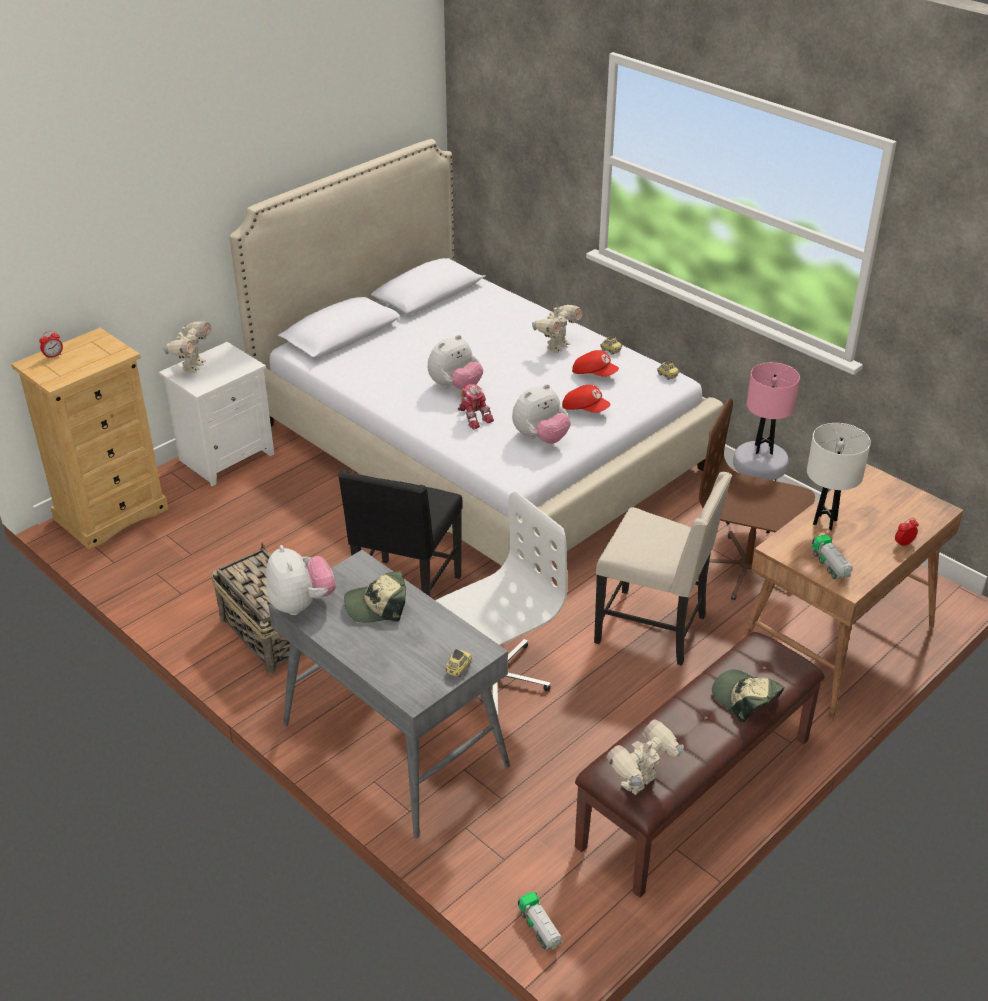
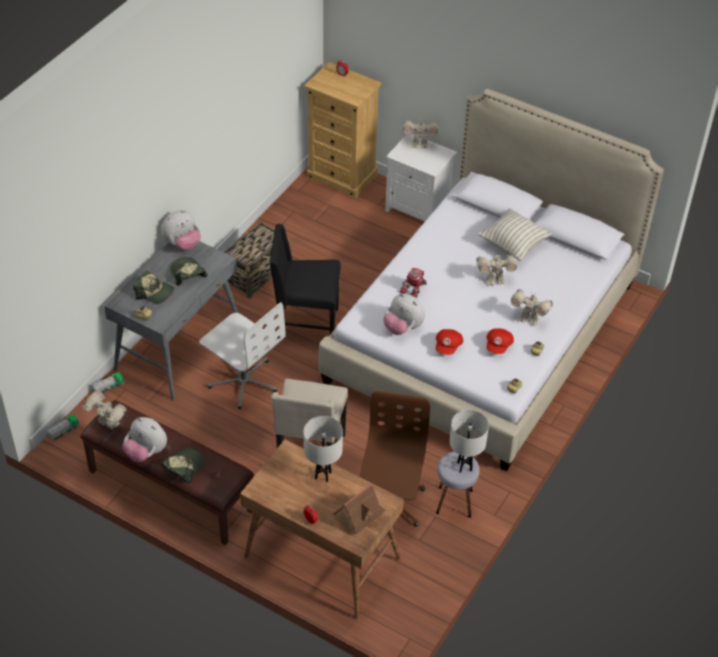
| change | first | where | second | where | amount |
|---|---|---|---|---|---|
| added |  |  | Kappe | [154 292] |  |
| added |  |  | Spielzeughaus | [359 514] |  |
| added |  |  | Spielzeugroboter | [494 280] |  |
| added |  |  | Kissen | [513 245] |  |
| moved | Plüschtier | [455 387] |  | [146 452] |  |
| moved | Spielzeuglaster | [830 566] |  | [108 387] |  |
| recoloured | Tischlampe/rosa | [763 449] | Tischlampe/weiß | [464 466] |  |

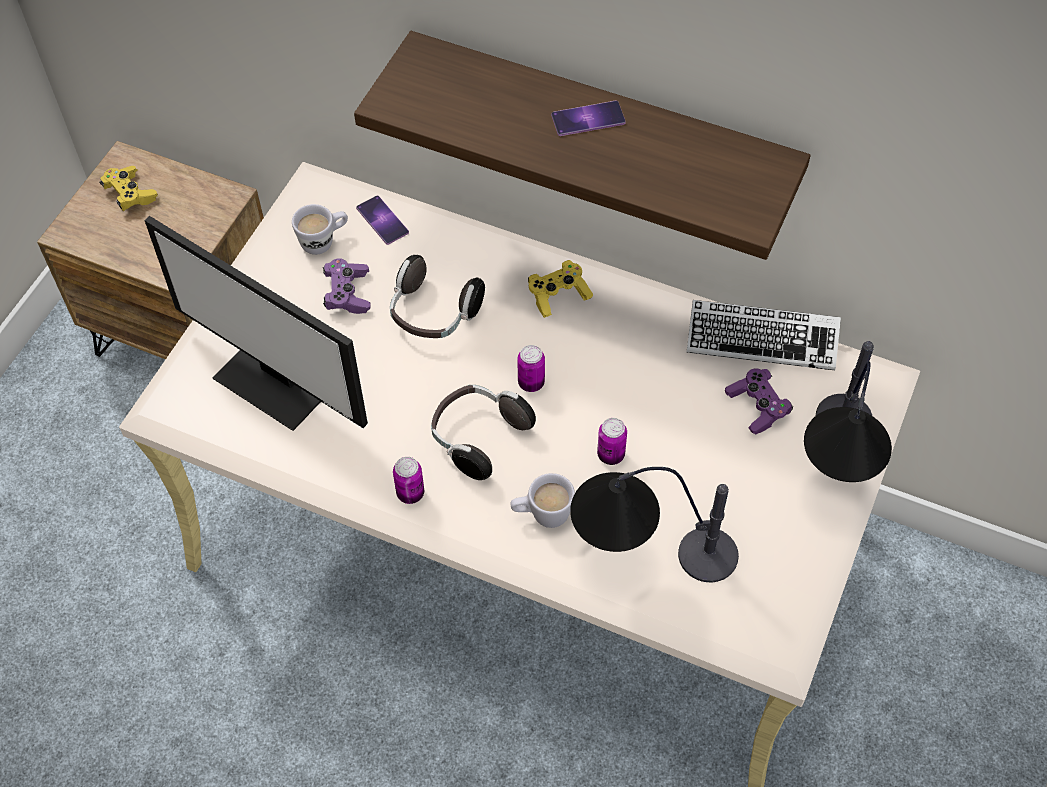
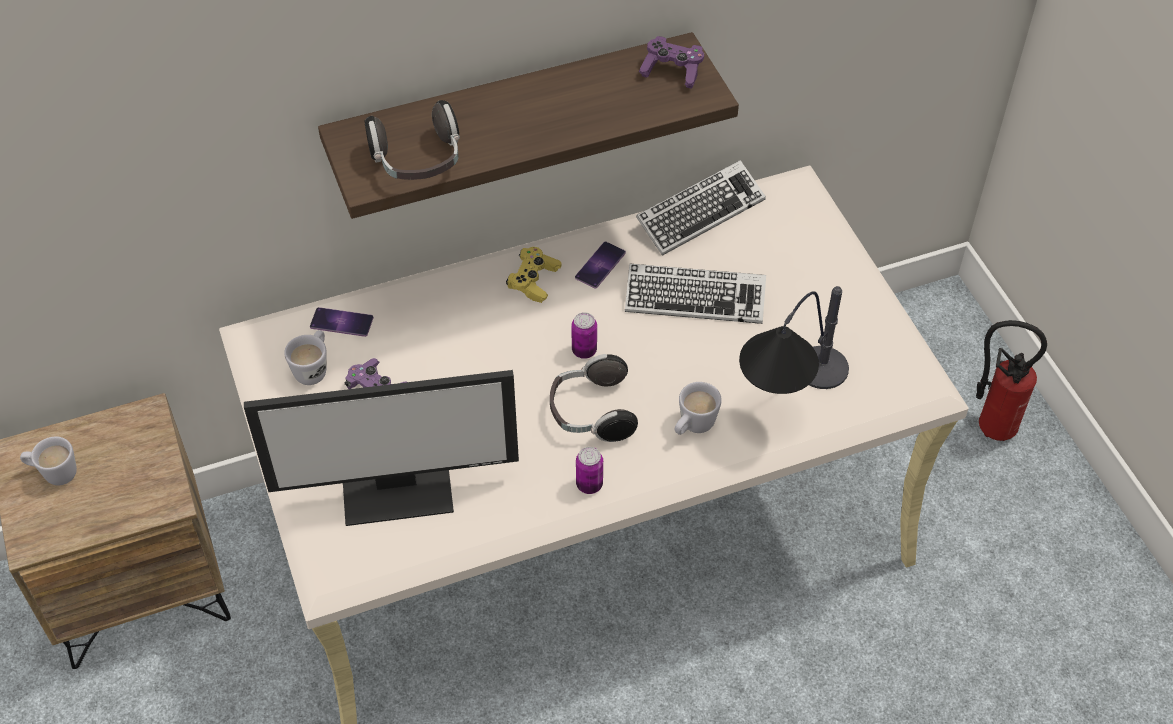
| change | first | where | second | where | amount |
|---|---|---|---|---|---|
| removed | Dose | [611 455] |  |  |  |
| removed | Tischlampe | [835 467] |  |  |  |
| added |  |  | Tastatur | [695 299] |  |
| added |  |  | Feuerlöscher | [989 426] |  |
| moved | Kopfhörer | [433 314] |  | [418 162] |  |
| moved | Handy | [588 119] |  | [600 265] |  |
| moved | Gamepad/lila | [757 407] |  | [672 71] |  |
| replaced | Gamepad/gelb | [130 194] | Henkelbecher/weiß | [54 473] |  |

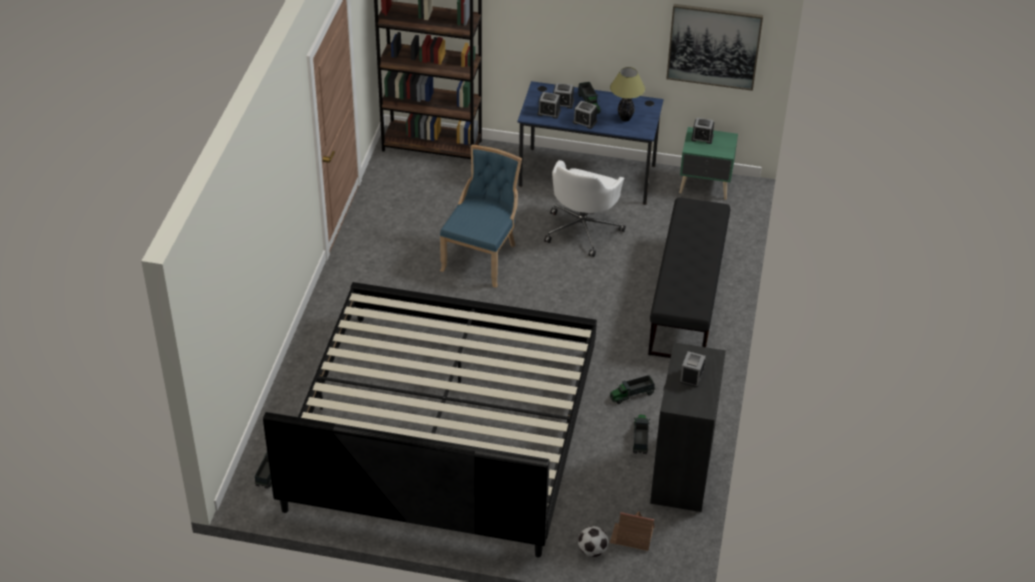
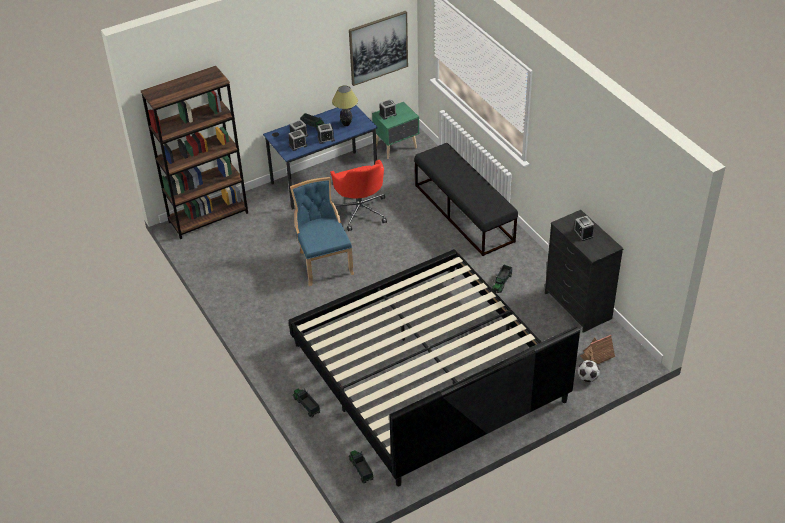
| change | first | where | second | where | amount |
|---|---|---|---|---|---|
| moved | Spielzeuglaster | [640 438] |  | [306 405] |  |
| recoloured | Bürostuhl/weiß | [583 229] | Bürostuhl/rot | [360 211] |  |

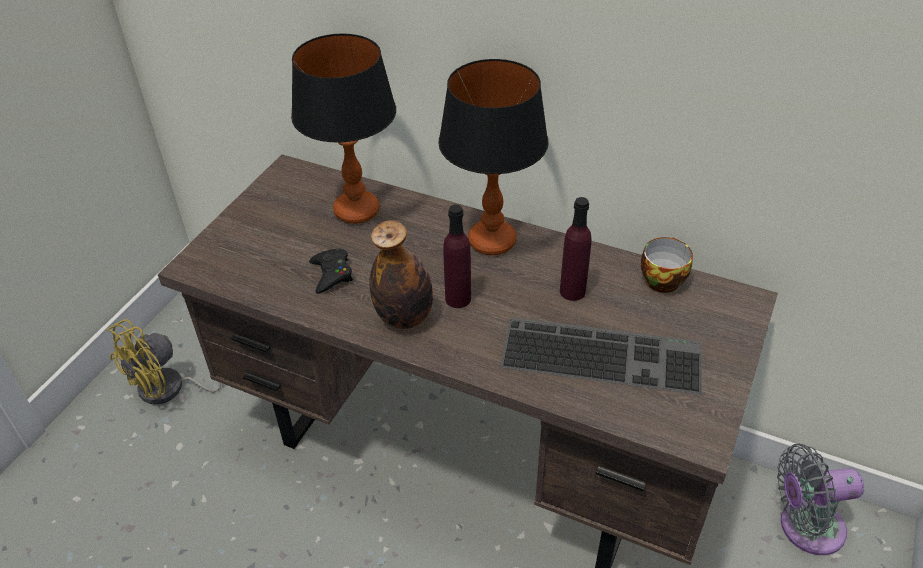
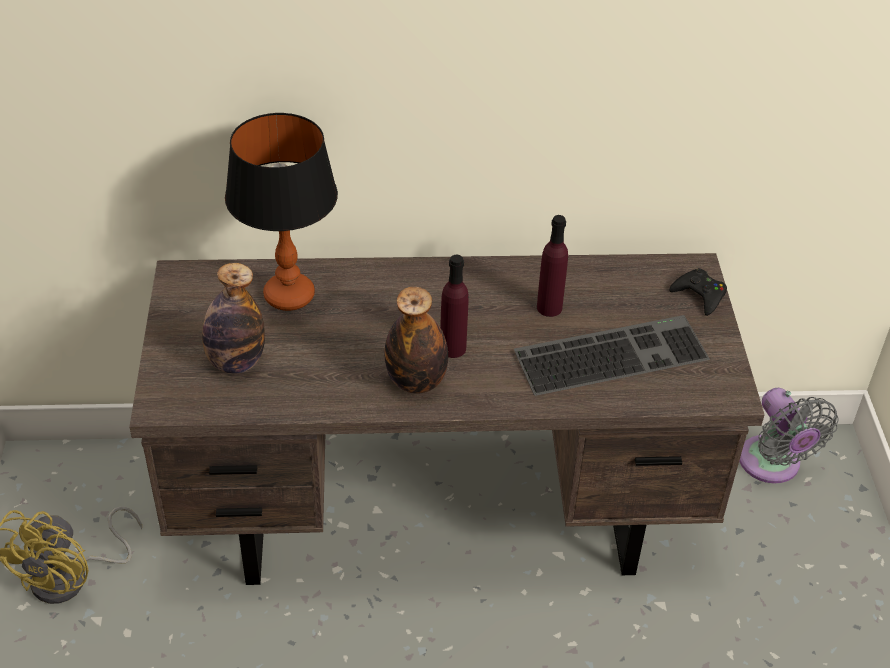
| change | first | where | second | where | amount |
|---|---|---|---|---|---|
| removed | Tischlampe | [492 241] |  |  |  |
| removed | Tasse | [661 279] |  |  |  |
| added |  |  | Flasche | [236 362] |  |
| moved | Gamepad/schwarz | [331 274] |  | [699 295] |  |
| turned | Ventilator/grau | [805 527] |  | [772 465] | 75 degrees counterclockwise |

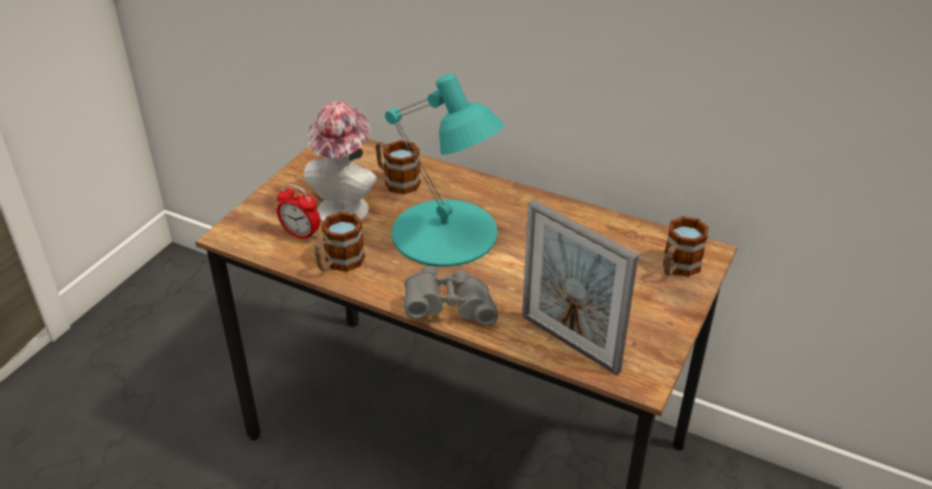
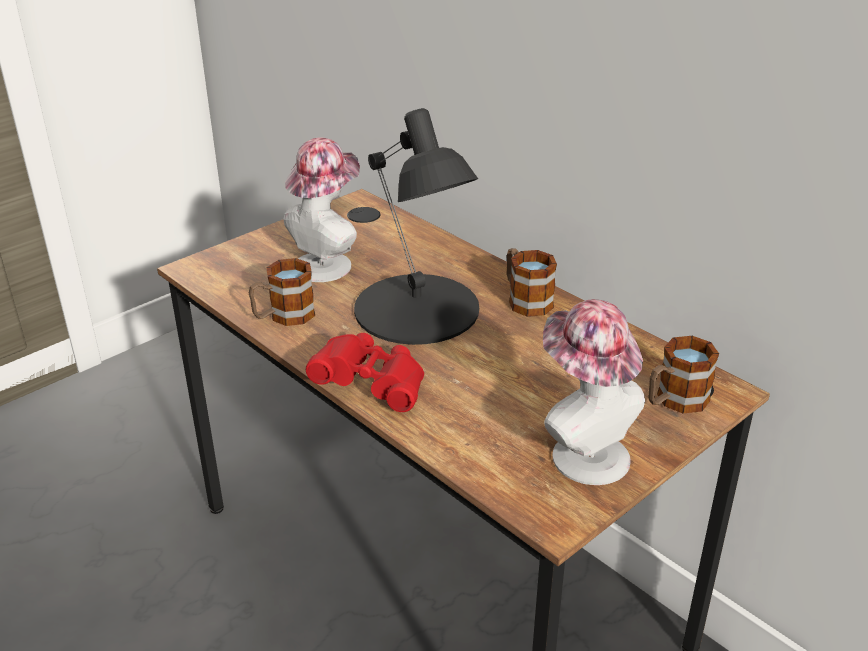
| change | first | where | second | where | amount |
|---|---|---|---|---|---|
| removed | Wecker | [301 234] |  |  |  |
| removed | Bilderrahmen | [569 343] |  |  |  |
| added |  |  | Hut | [582 452] |  |
| moved | Henkelbecher | [397 180] |  | [525 299] |  |
| recoloured | Tischlampe/türkis | [445 234] | Tischlampe/schwarz | [417 310] |  |
| recoloured | Fernglas/grau | [449 309] | Fernglas/rot | [372 386] |  |

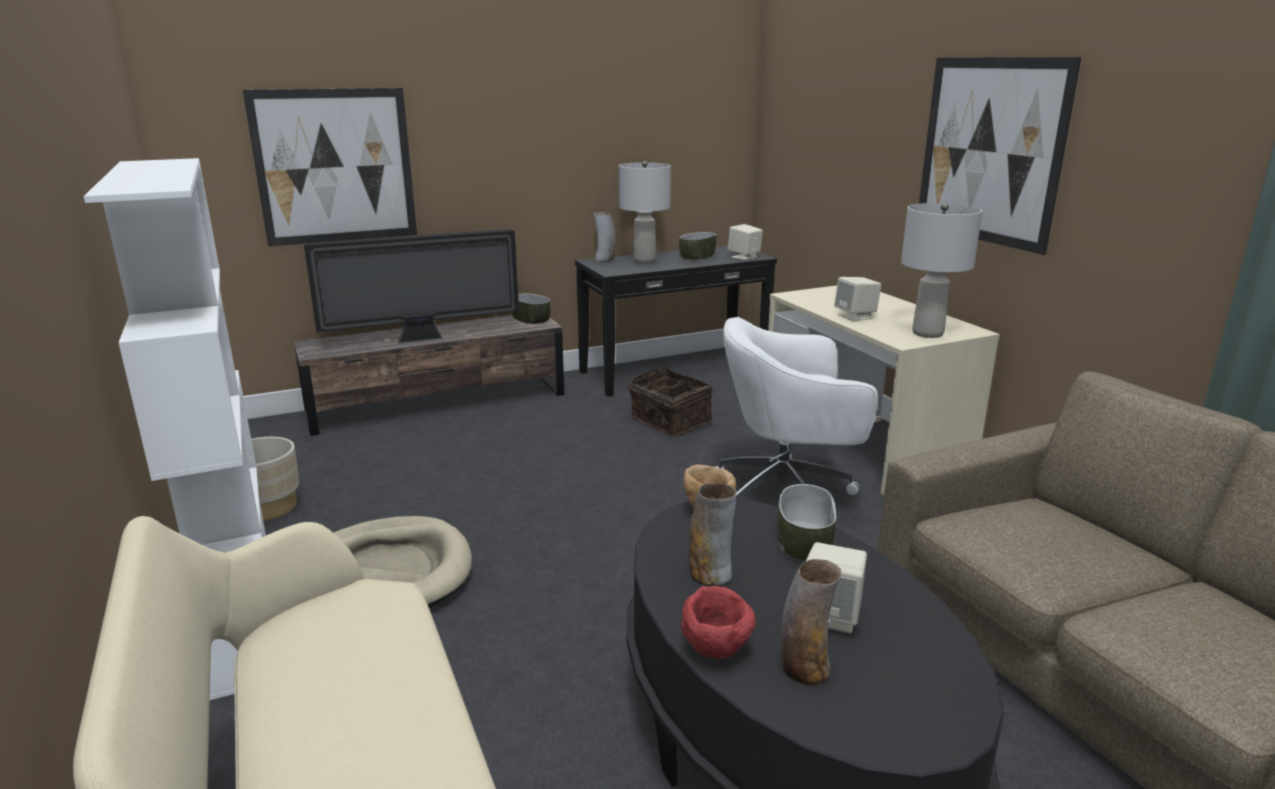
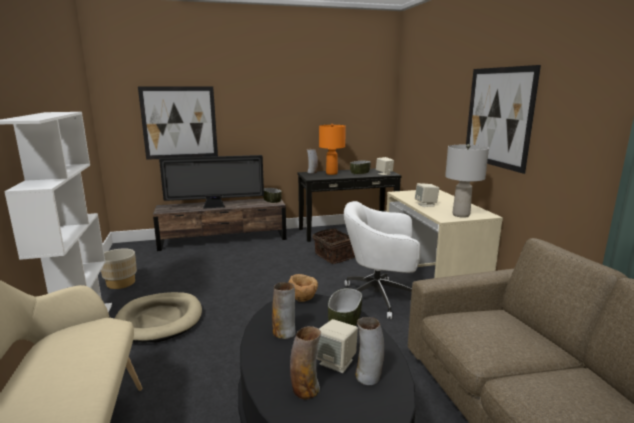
| change | first | where | second | where | amount |
|---|---|---|---|---|---|
| removed | Schüssel/rot | [716 650] |  |  |  |
| added |  |  | Vase | [368 376] |  |
| recoloured | Tischlampe/grau | [644 260] | Tischlampe/orange | [331 173] |  |

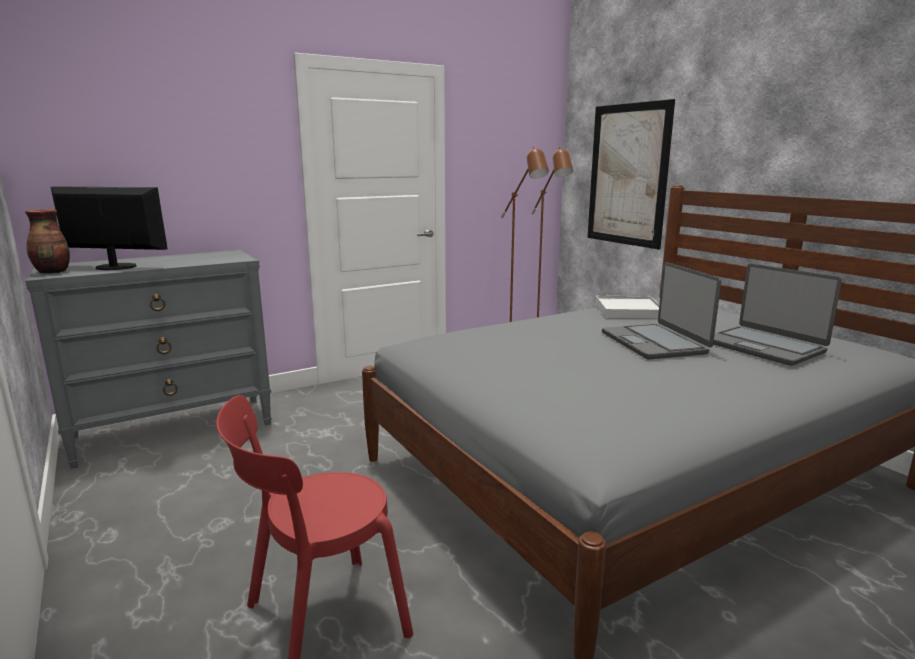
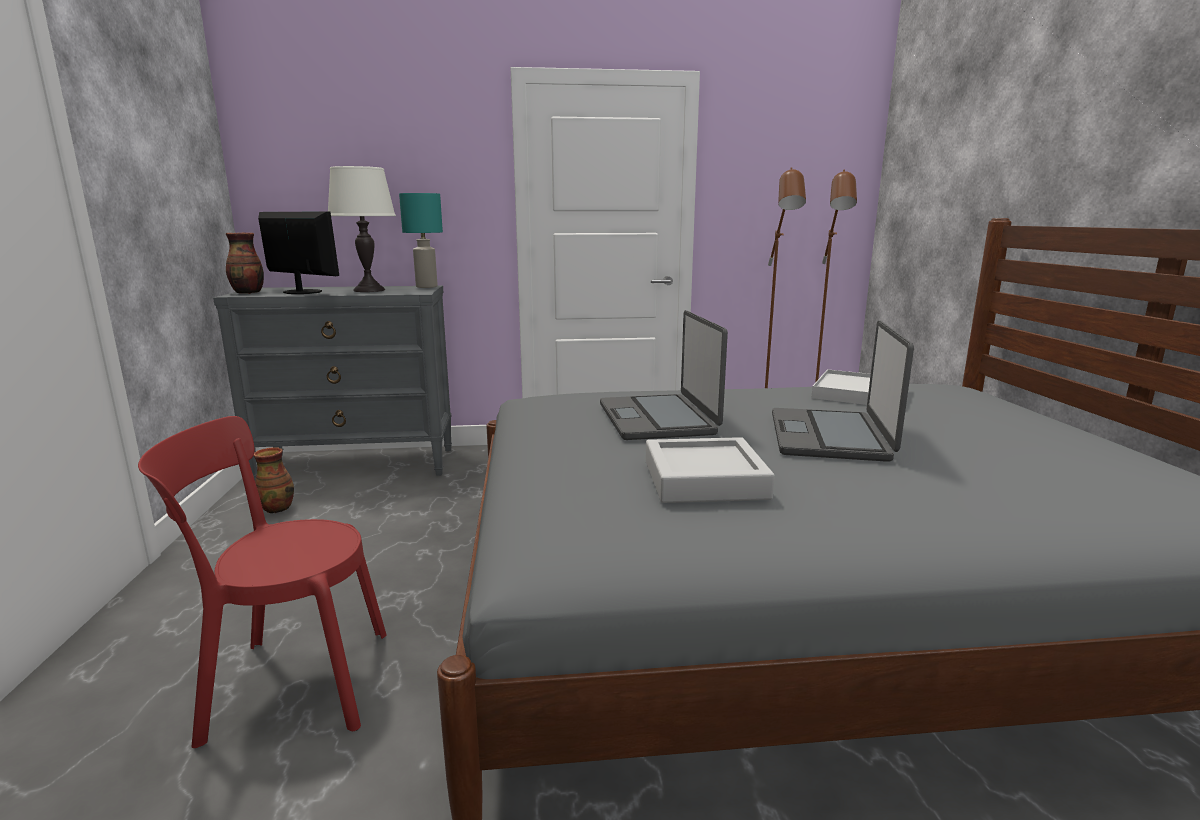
| change | first | where | second | where | amount |
|---|---|---|---|---|---|
| removed | Bild | [627 175] |  |  |  |
| added |  |  | Vase | [277 508] |  |
| added |  |  | Tischlampe/weiß | [369 290] |  |
| added |  |  | Tischlampe/türkis | [426 287] |  |
| added |  |  | Tablett/grau | [704 480] |  |
| moved | Laptop | [764 346] |  | [658 419] |  |

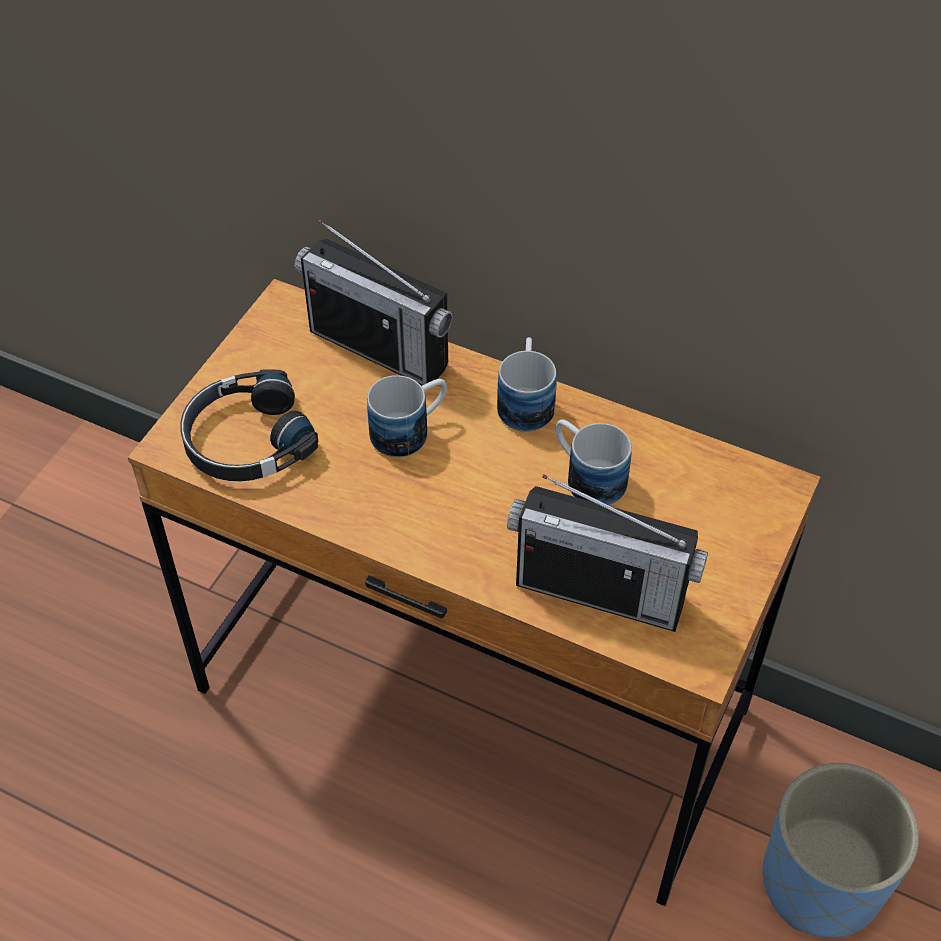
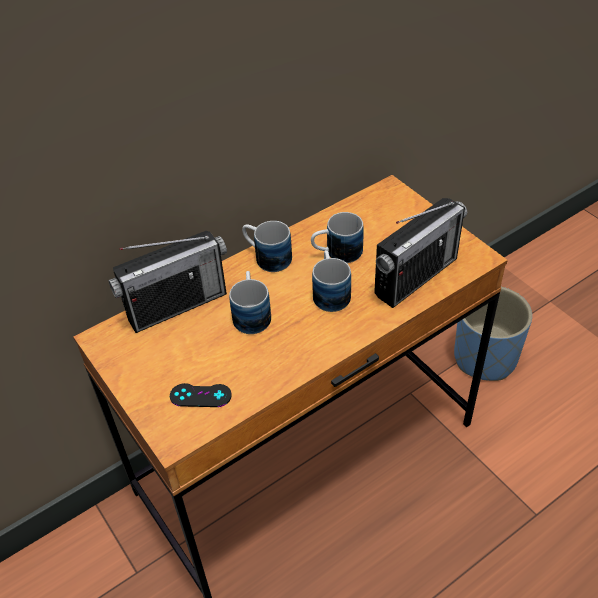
| change | first | where | second | where | amount |
|---|---|---|---|---|---|
| added |  |  | Henkelbecher | [330 292] |  |
| replaced | Kopfhörer/schwarz | [246 440] | Gamepad/schwarz | [200 395] |  |

